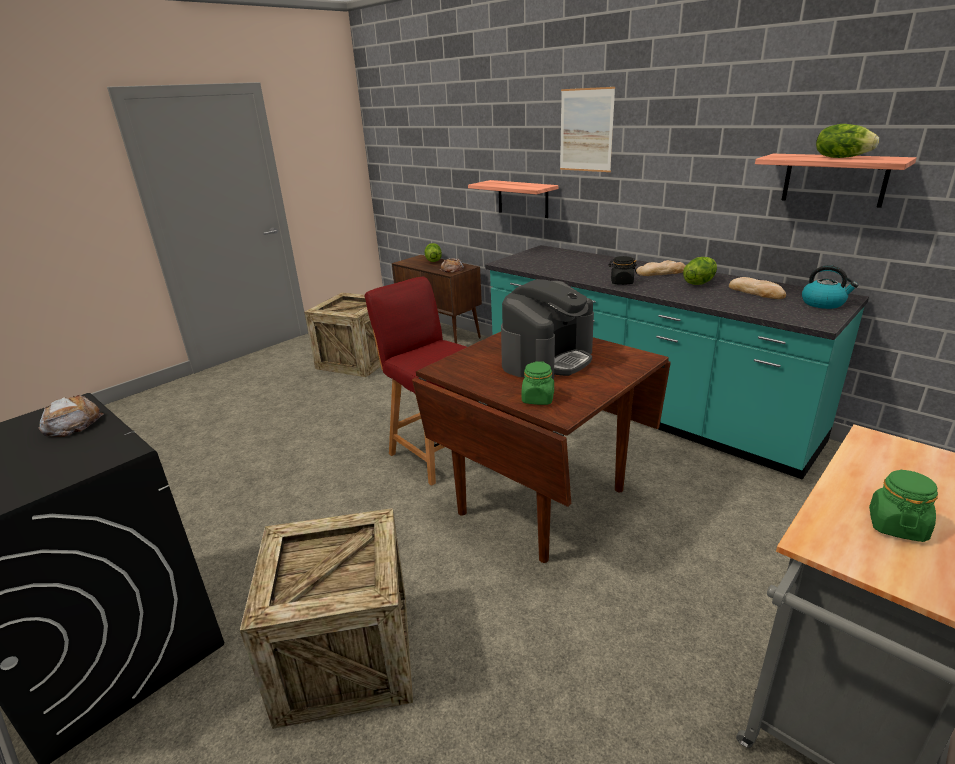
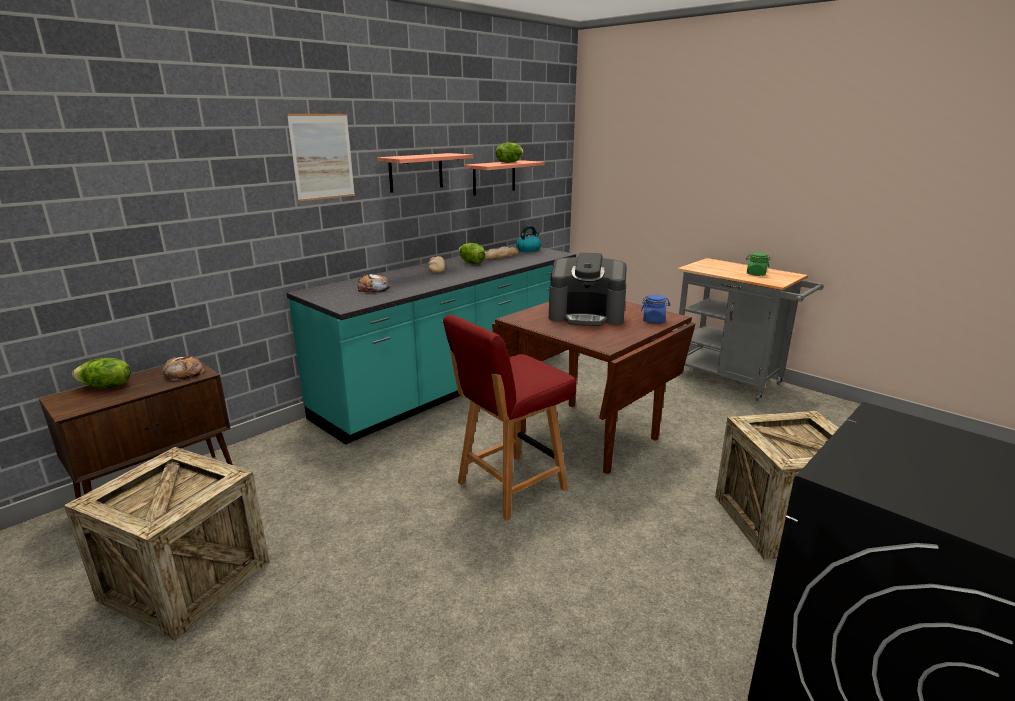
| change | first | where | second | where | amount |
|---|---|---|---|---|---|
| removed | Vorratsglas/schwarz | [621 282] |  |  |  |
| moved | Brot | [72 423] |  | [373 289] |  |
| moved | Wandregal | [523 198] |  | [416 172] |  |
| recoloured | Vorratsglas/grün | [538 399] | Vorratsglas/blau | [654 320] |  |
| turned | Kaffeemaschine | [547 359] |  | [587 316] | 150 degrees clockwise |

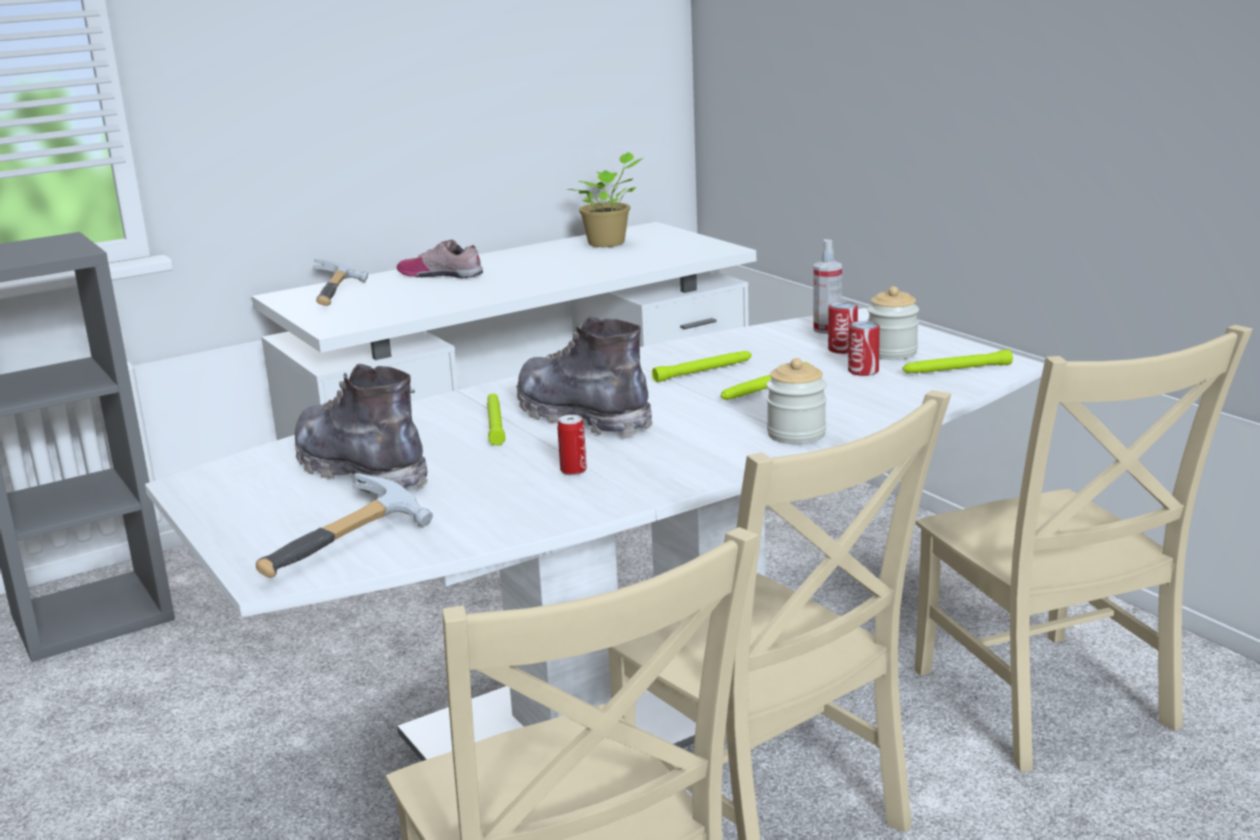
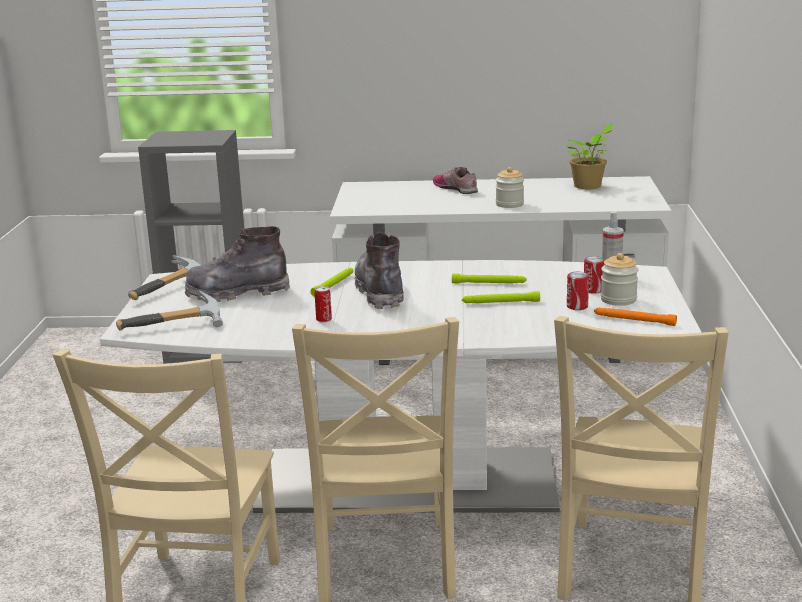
| change | first | where | second | where | amount |
|---|---|---|---|---|---|
| moved | Hammer | [340 294] |  | [172 289] |  |
| moved | Vorratsglas | [796 434] |  | [509 204] |  |
| recoloured | Taschenlampe/grün | [956 370] | Taschenlampe/orange | [634 320] |  |
| turned | Stiefel/grau | [361 471] |  | [237 293] | 90 degrees counterclockwise |

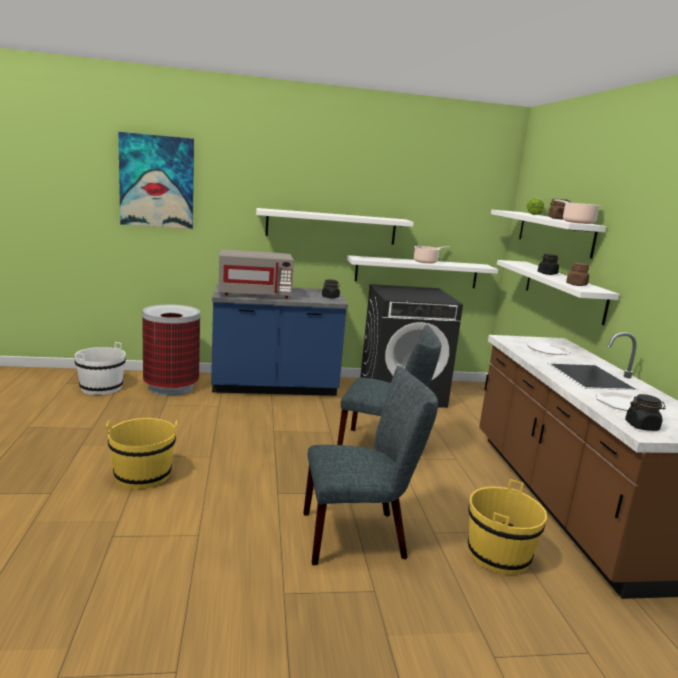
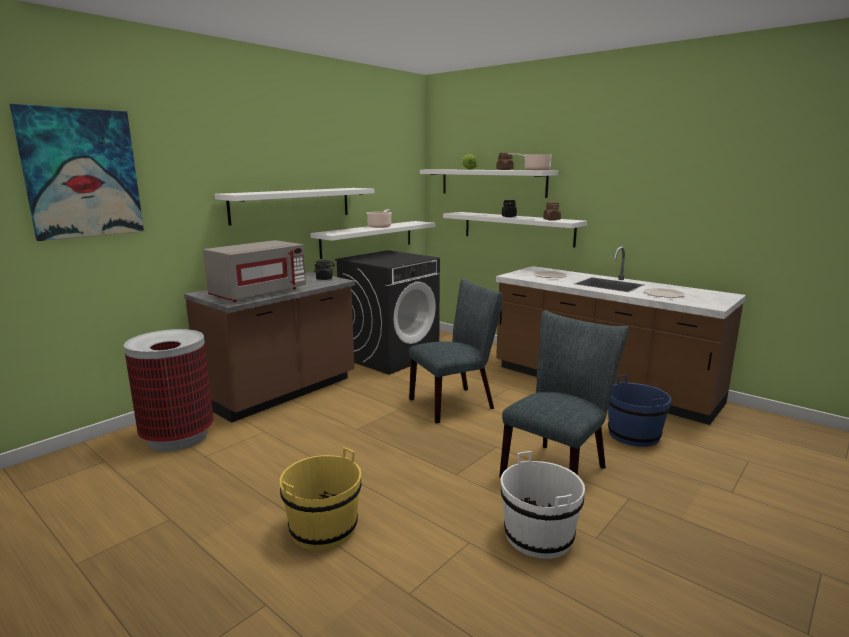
| change | first | where | second | where | amount |
|---|---|---|---|---|---|
| removed | Vorratsglas/schwarz | [642 426] |  |  |  |
| moved | Eimer/weiß | [101 387] |  | [538 536] |  |
| recoloured | Küchenzeile/blau | [274 387] | Küchenzeile/braun | [282 392] |  |
| recoloured | Eimer/gelb | [498 555] | Eimer/blau | [634 435] |  |

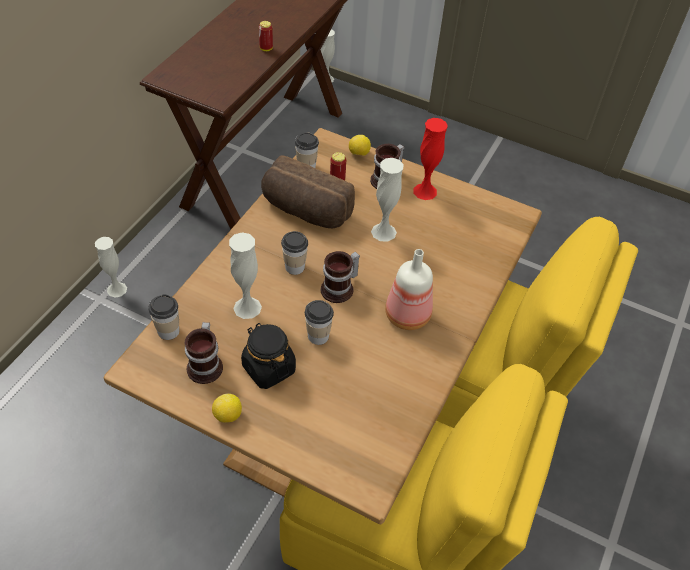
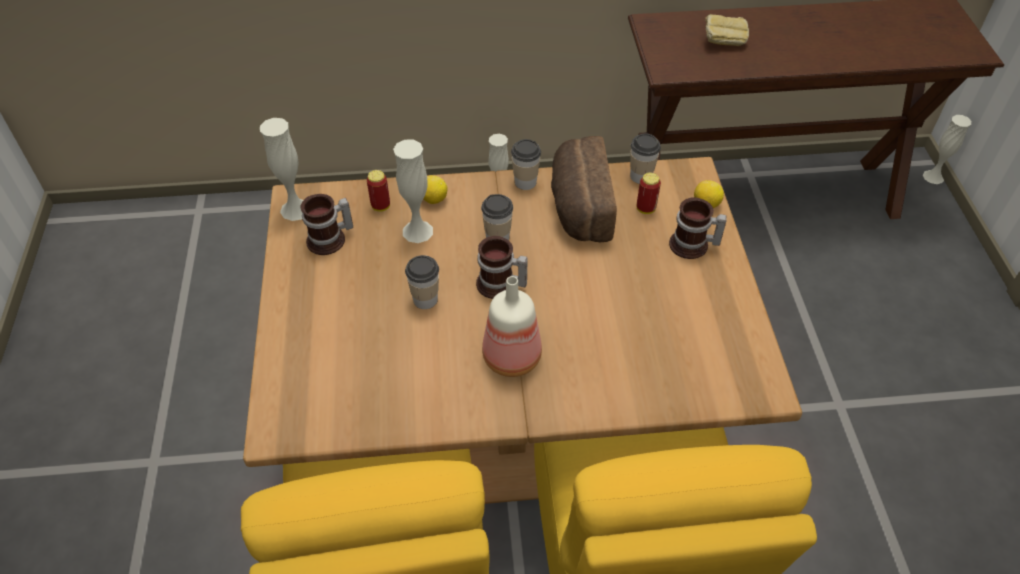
| change | first | where | second | where | amount |
|---|---|---|---|---|---|
| removed | Vorratsglas/schwarz | [268 368] |  |  |  |
| removed | Vase/rot | [425 191] |  |  |  |
| added |  |  | Brot | [723 43] |  |
| moved | Tasse | [168 331] |  | [525 182] |  |
| moved | Zitrone | [227 415] |  | [433 199] |  |
| moved | Dose | [266 48] |  | [380 206] |  |
| moved | Vase/weiß | [383 232] |  | [295 209] |  |

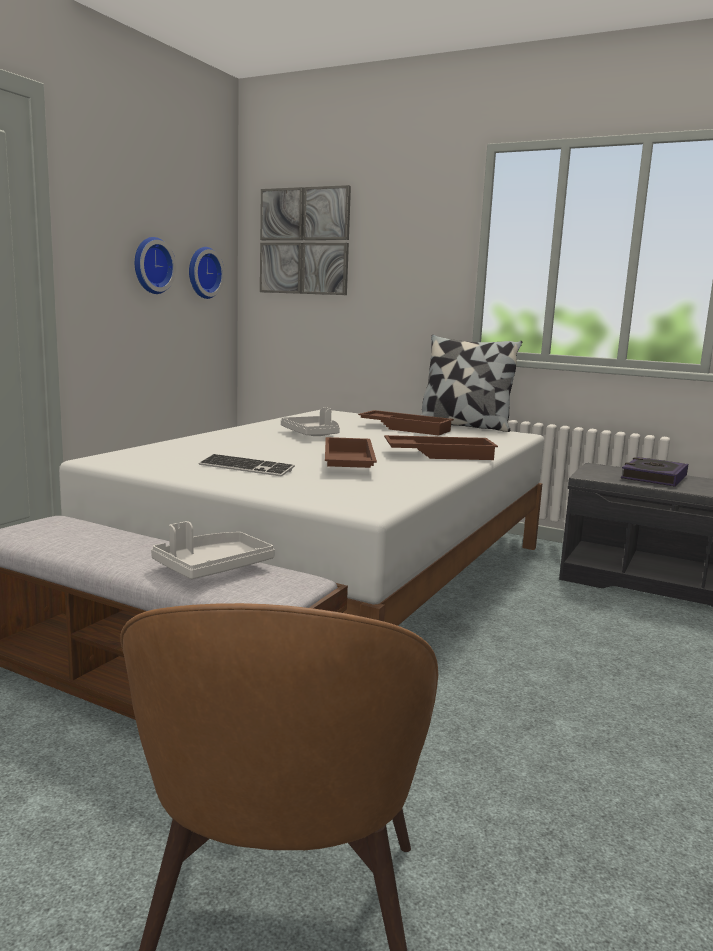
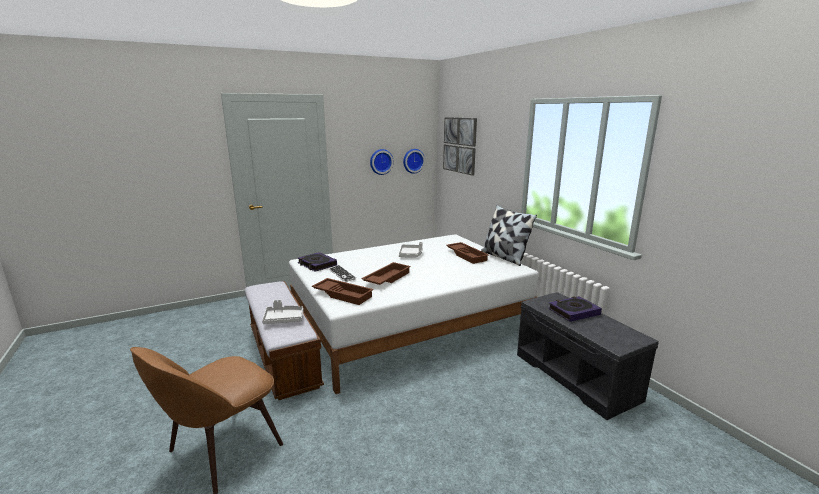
| change | first | where | second | where | amount |
|---|---|---|---|---|---|
| added |  |  | Buch | [317 264] |  |
| moved | Tablett/braun | [439 454] |  | [343 294] |  |

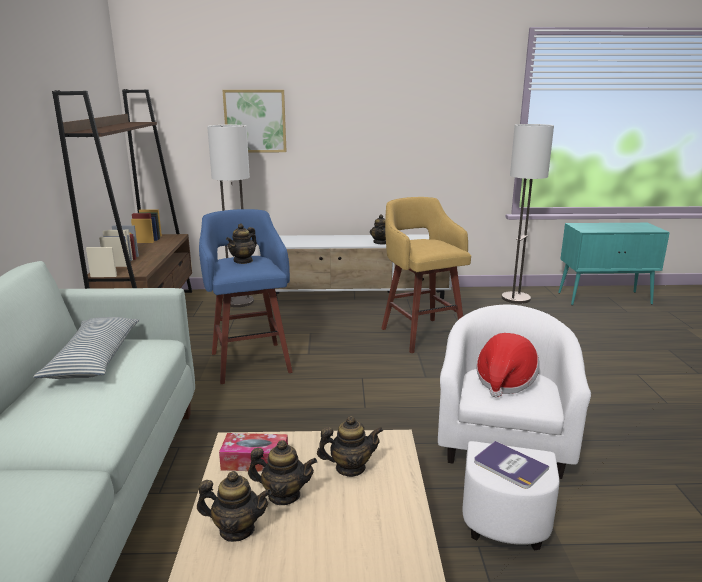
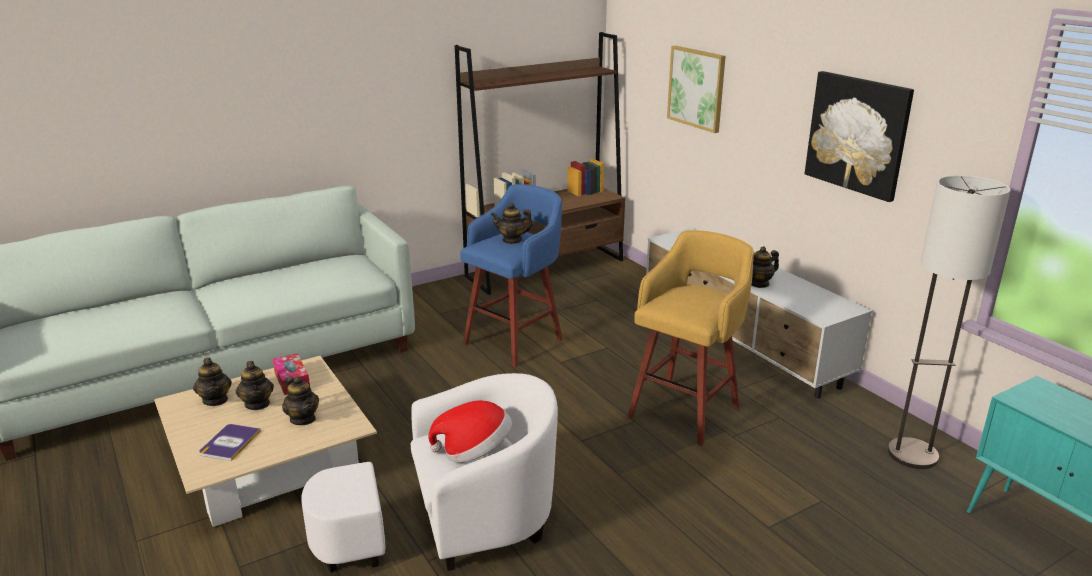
| change | first | where | second | where | amount |
|---|---|---|---|---|---|
| removed | Kissen | [94 359] |  |  |  |
| removed | Stehlampe | [239 302] |  |  |  |
| added |  |  | Bild | [858 134] |  |
| moved | Buch | [510 465] |  | [230 443] |  |

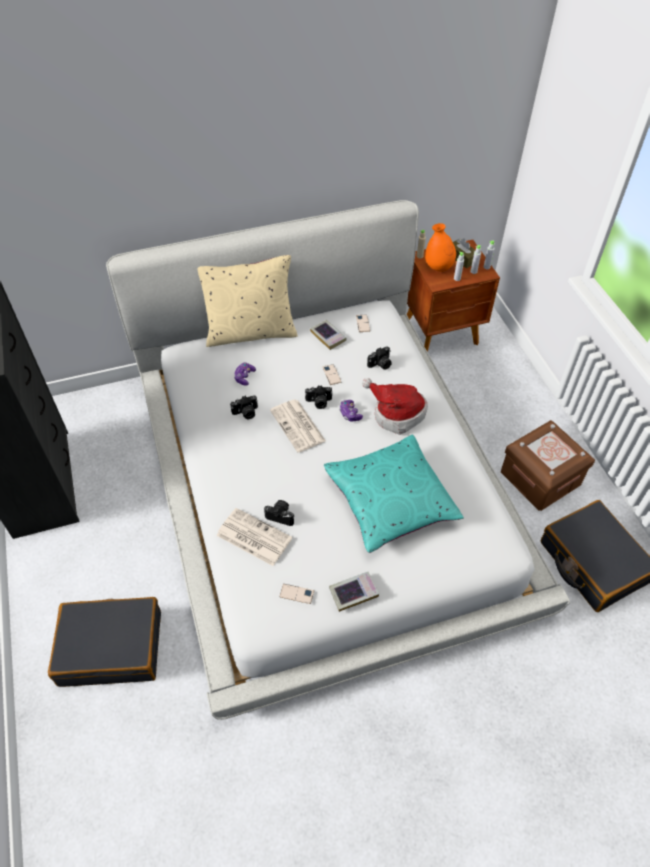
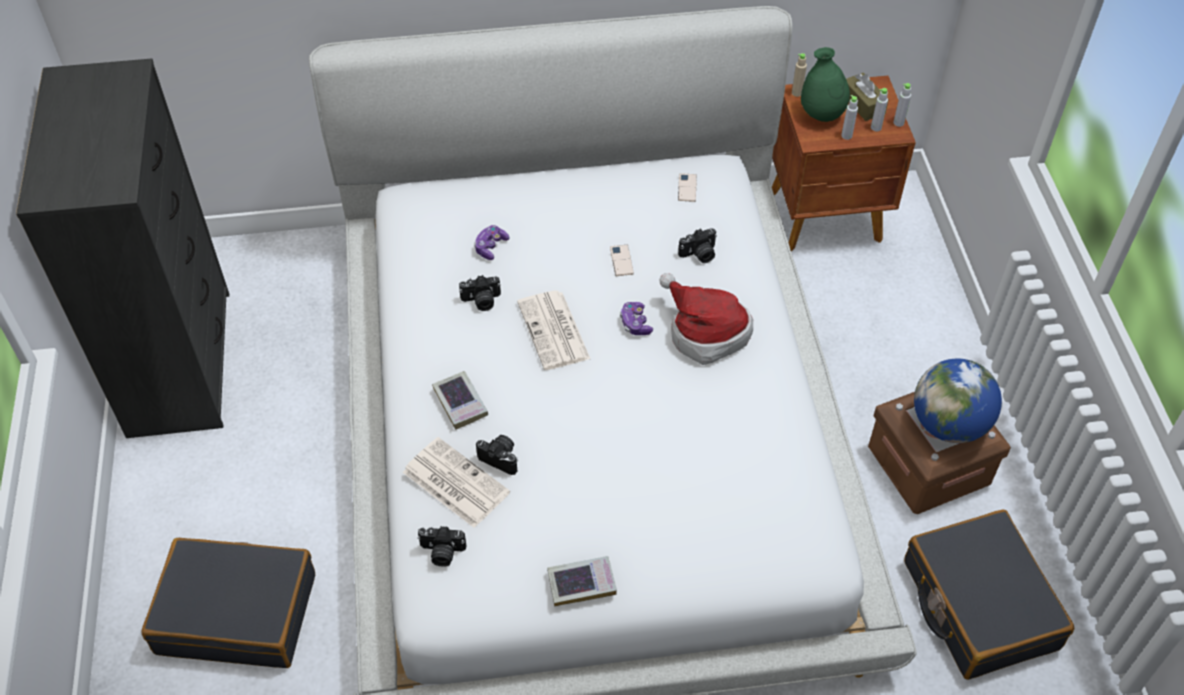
| change | first | where | second | where | amount |
|---|---|---|---|---|---|
| removed | Kissen/beige | [250 332] |  |  |  |
| removed | Handy | [296 594] |  |  |  |
| removed | Kissen/türkis | [390 501] |  |  |  |
| added |  |  | Globus | [948 424] |  |
| moved | Kamera | [319 402] |  | [442 552] |  |
| moved | Buch | [328 336] |  | [460 403] |  |
| recoloured | Vase/orange | [438 267] | Vase/grün | [821 115] |  |

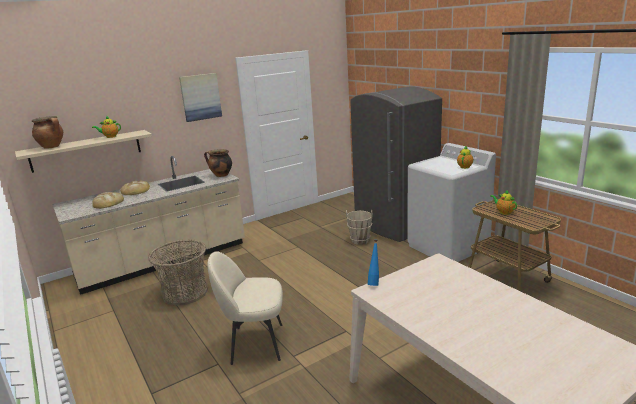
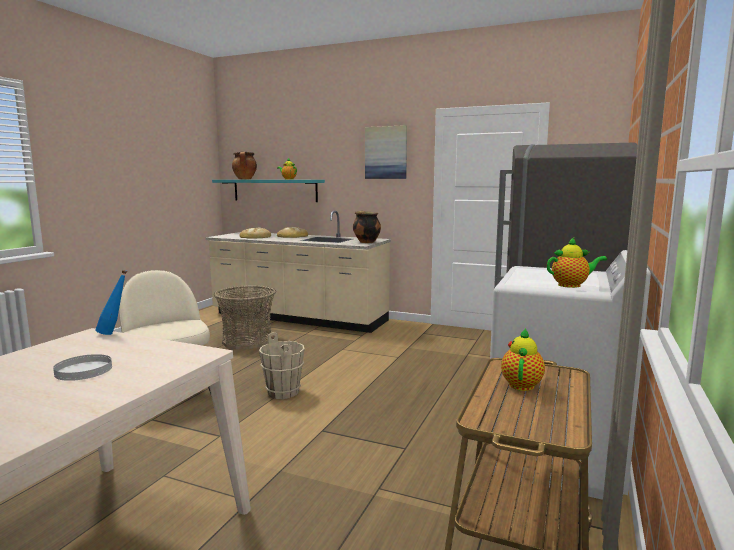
| change | first | where | second | where | amount |
|---|---|---|---|---|---|
| added |  |  | Teller/weiß | [84 370] |  |
| moved | Eimer/beige | [360 240] |  | [283 392] |  |
| recoloured | Wandregal/beige | [86 150] | Wandregal/türkis | [275 190] |  |

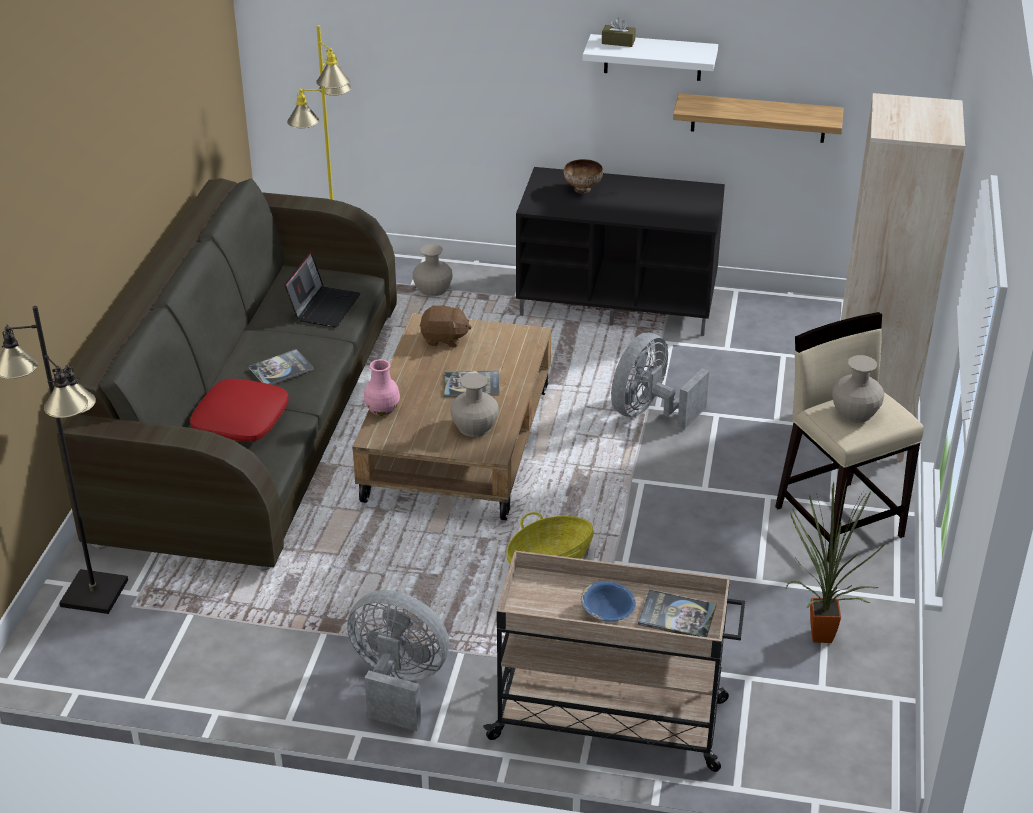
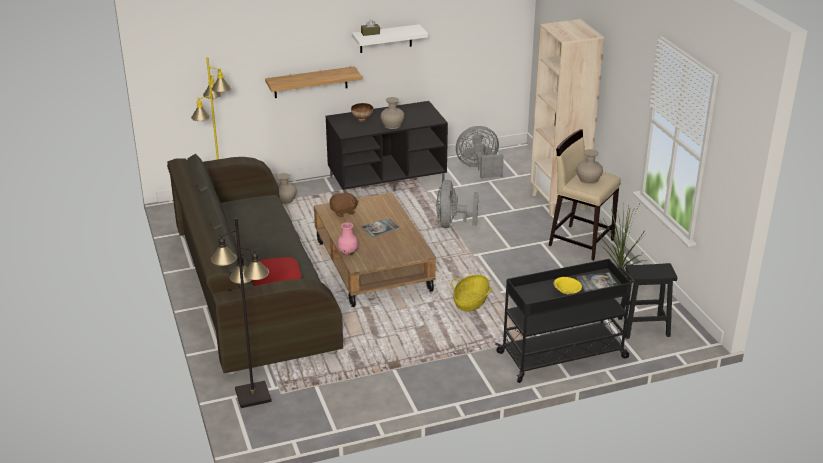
| change | first | where | second | where | amount |
|---|---|---|---|---|---|
| removed | Buch | [281 369] |  |  |  |
| removed | Laptop | [324 306] |  |  |  |
| added |  |  | Hocker/schwarz | [642 327] |  |
| moved | Ventilator/grau | [398 684] |  | [479 168] |  |
| moved | Vase/beige | [474 427] |  | [392 125] |  |
| moved | Wandregal | [758 118] |  | [310 82] |  |
| recoloured | Rollwagen/beige | [611 720] | Rollwagen/schwarz | [563 355] |  |
| recoloured | Schüssel/blau | [607 612] | Schüssel/gelb | [567 291] |  |

